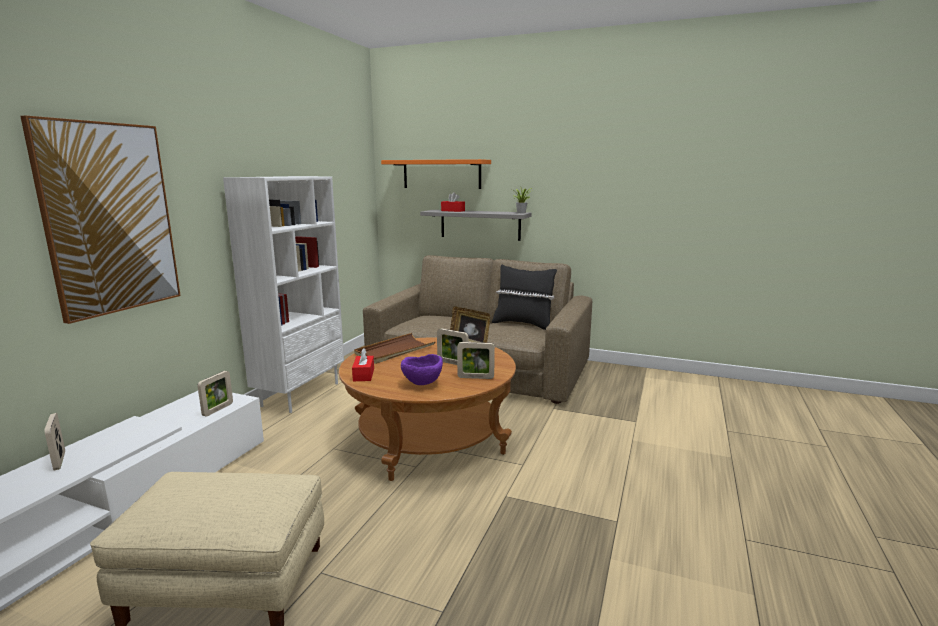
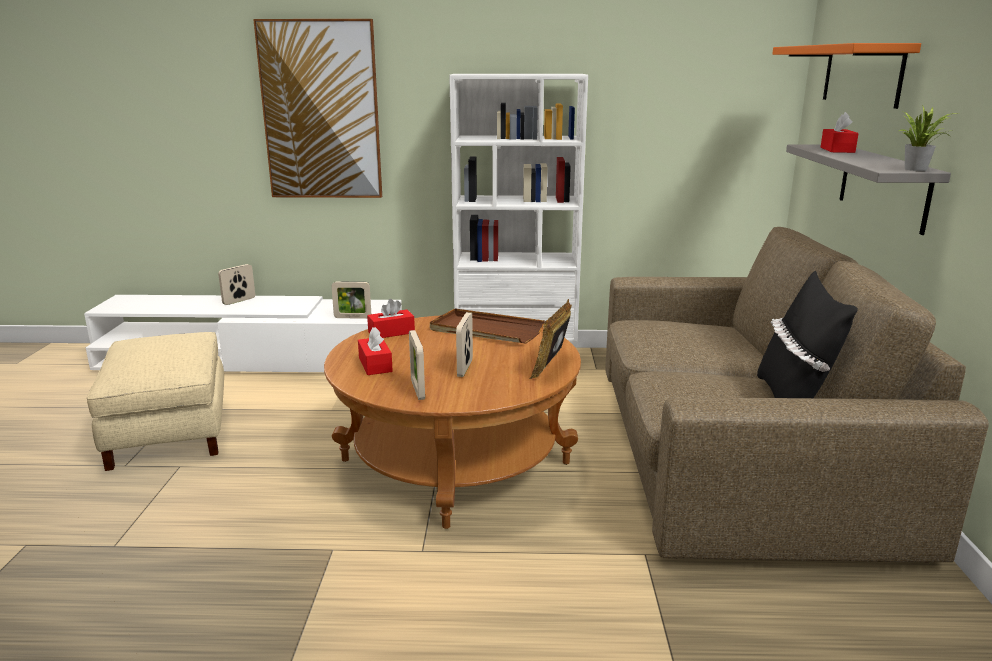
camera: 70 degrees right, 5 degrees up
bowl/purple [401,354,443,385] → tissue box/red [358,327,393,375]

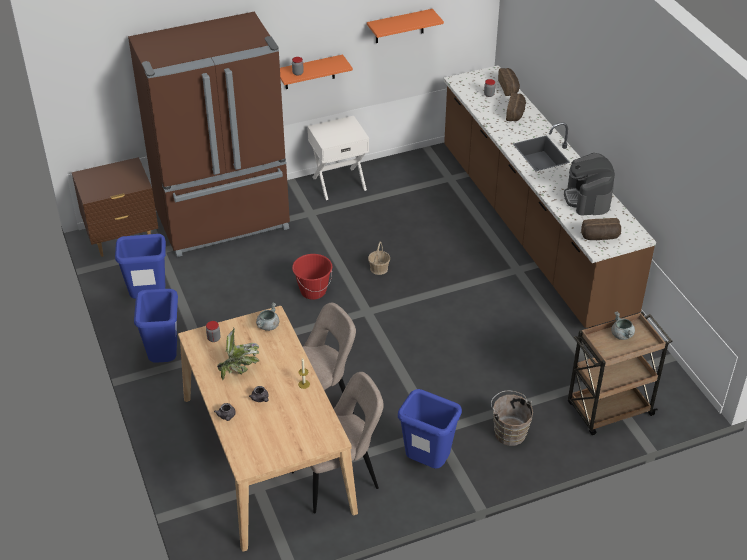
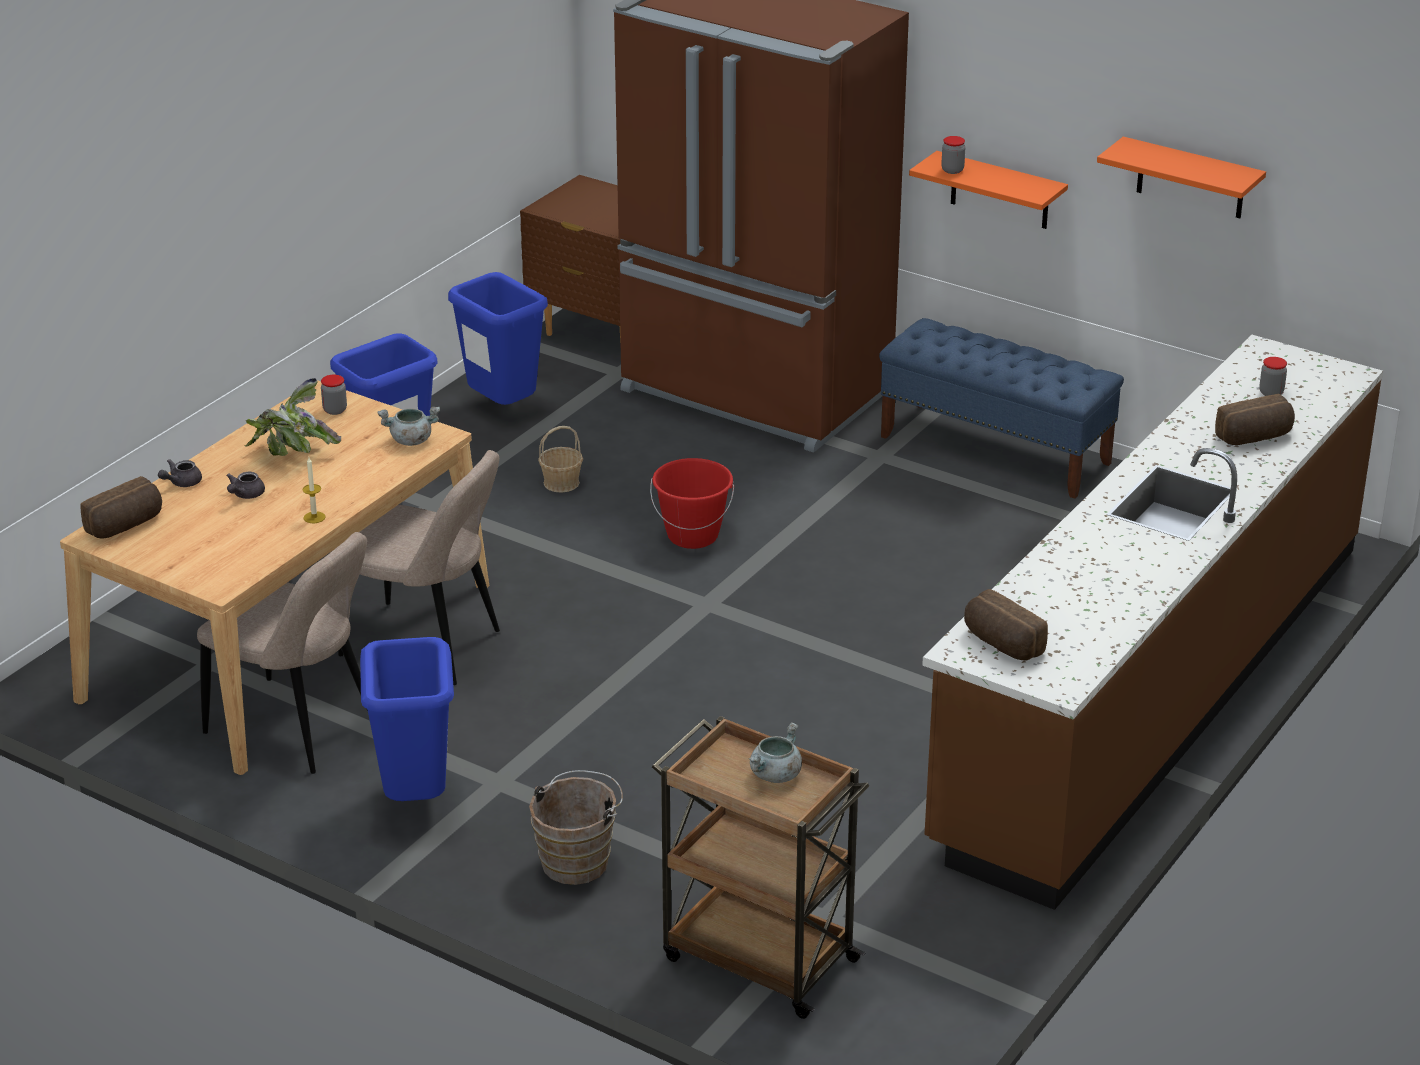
camera: 55 degrees right, 10 degrees down
bread [498,68,520,96] → bread [81,476,162,539], move
basket [368,242,390,275] → basket [538,426,583,493], move
nightstand/white [307,116,369,200] → bench/blue [879,318,1124,499]
coffee machine [564,153,615,216] → -

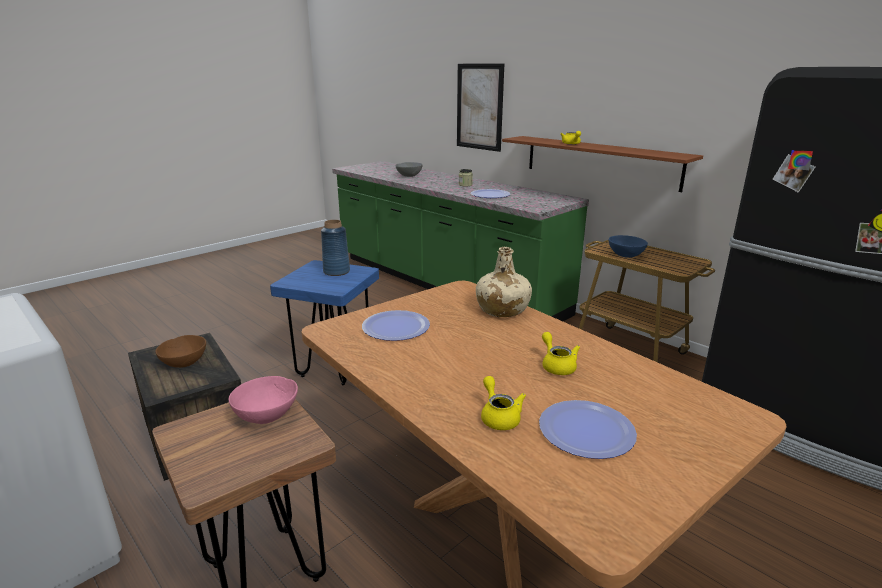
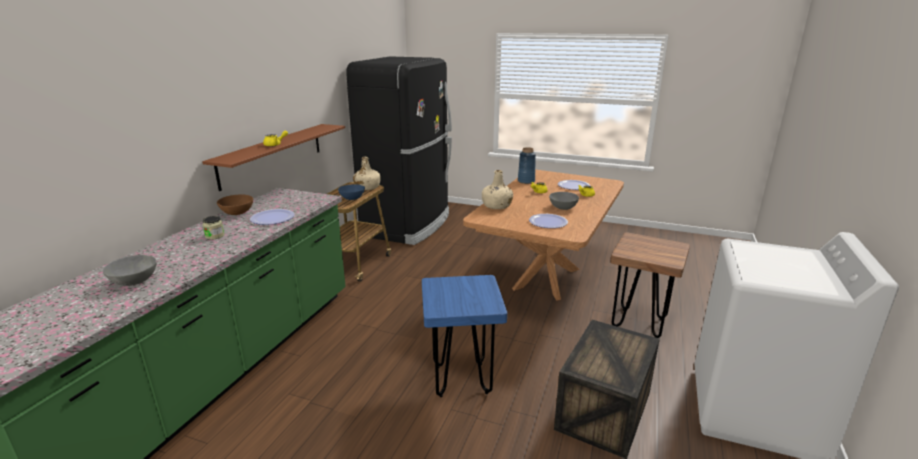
camera: 115 degrees left, 0 degrees up
bowl/brown [156,335,206,368] → bowl/brown [217,194,253,215], move
- → bottle/beige [353,157,381,190]
vase/blue [321,220,350,276] → vase/blue [518,147,536,184], move
- → bowl/grey [549,192,579,210]
bowl/pink [229,376,298,424] → -
picture [457,64,504,152] → -

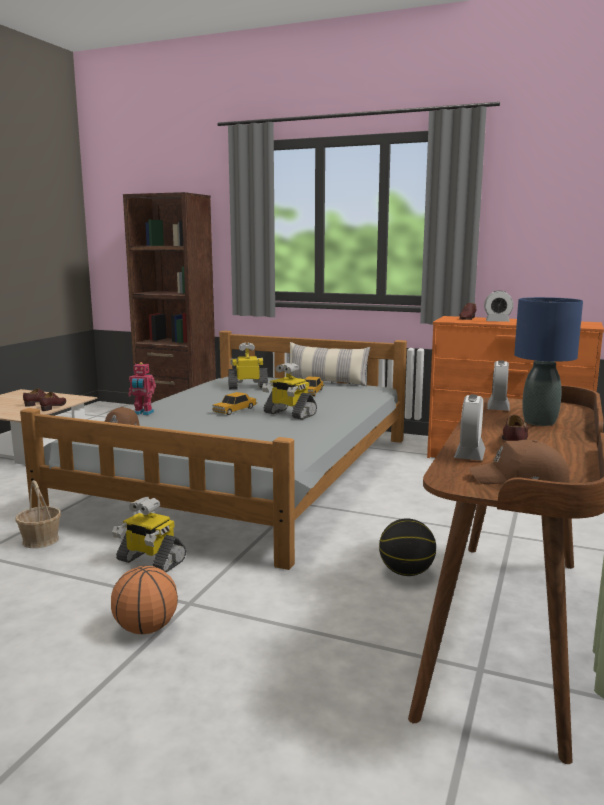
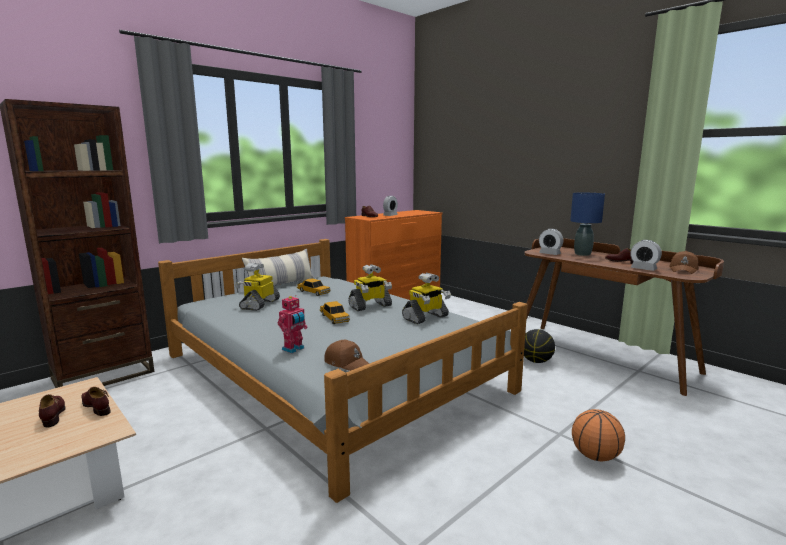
camera: 65 degrees left, 0 degrees up
toy robot [112,497,186,572] → toy robot [402,273,451,324], move
basket [15,480,61,548] → -

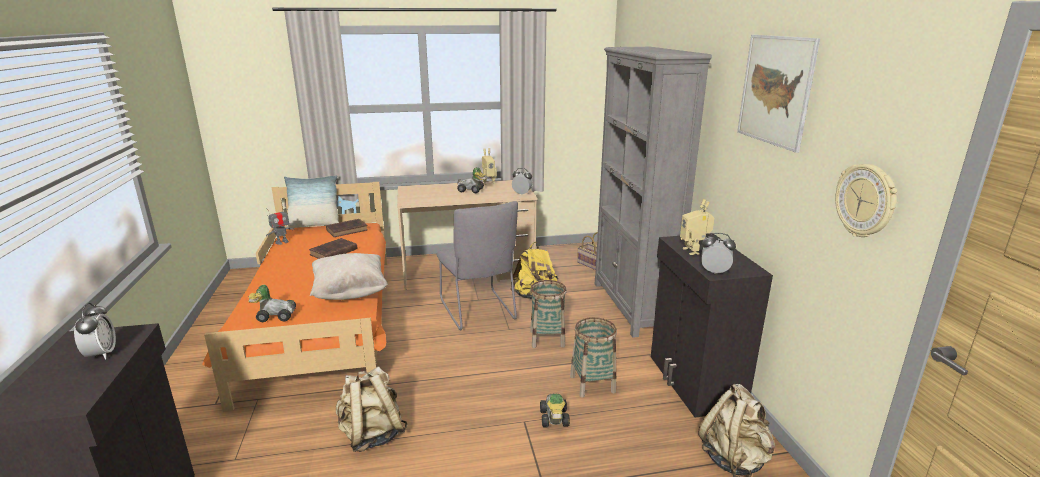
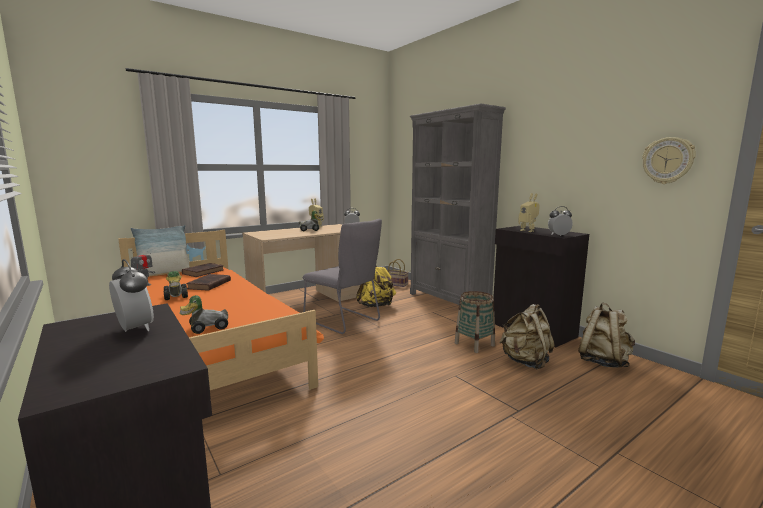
camera: 25 degrees left, 10 degrees down
toy car [540,394,570,428] → toy car [164,271,188,300], move
backpack/beige [336,366,408,452] → backpack/beige [499,304,555,370], move
pillow/beige [310,253,388,300] → -
basket [530,280,567,348] → -
picture [737,35,820,153] → -

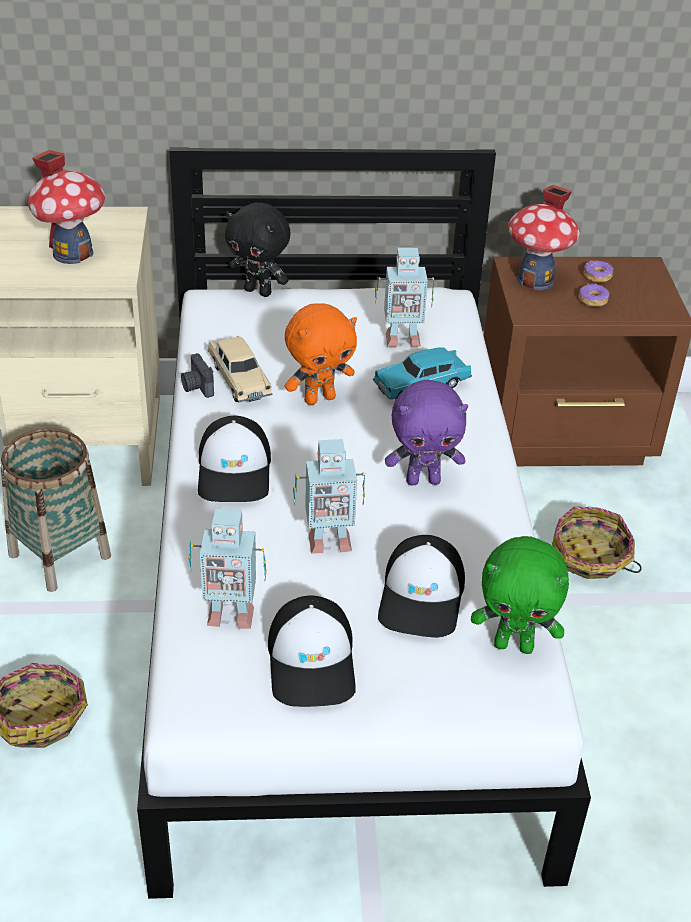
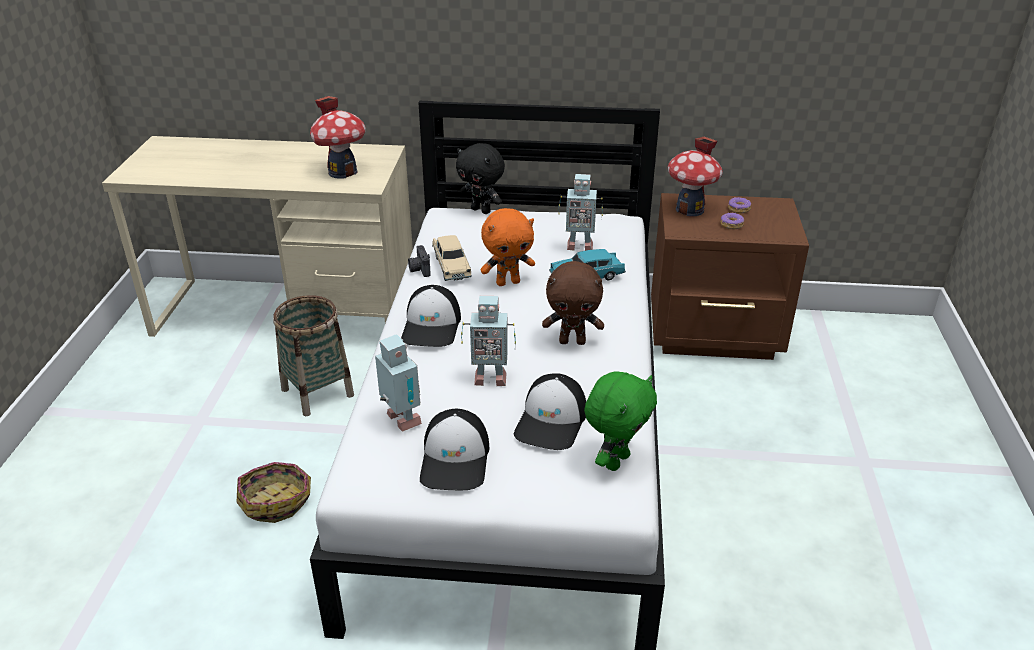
camera: 10 degrees right, 5 degrees down
toy robot [189,509,267,629] → toy robot [375,334,422,432], 135 degrees counterclockwise
plush toy/purple [385,380,468,485] → plush toy/brown [542,261,604,345]
plush toy/green [471,536,569,654] → plush toy/green [584,372,657,471], 75 degrees counterclockwise
basket [552,506,642,579] → -

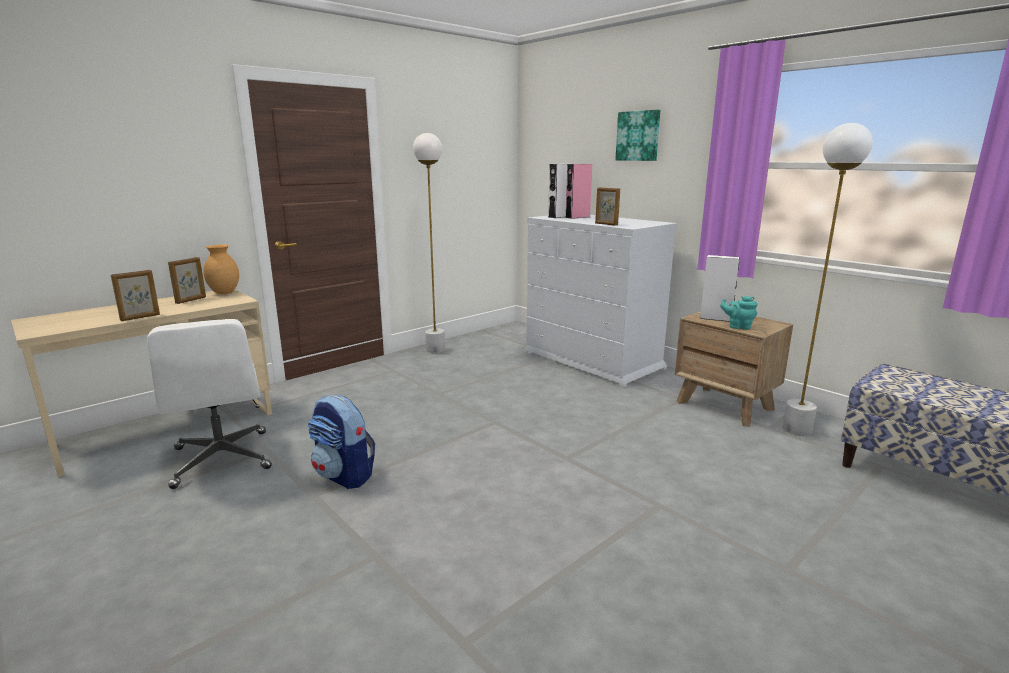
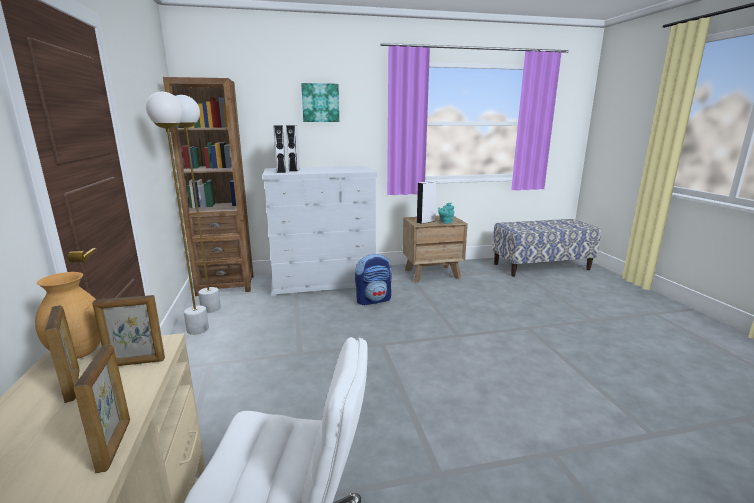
camera: 60 degrees left, 0 degrees up
picture frame [595,187,620,226] → picture frame [92,295,165,366], move
- → bookcase/brown [163,77,253,296]
floor lamp/white [782,123,873,436] → floor lamp/white [175,95,221,313], move
speaker/pink [566,164,592,219] → speaker/white [286,125,300,172]
backpack [308,395,375,489] → backpack [355,253,391,305], move

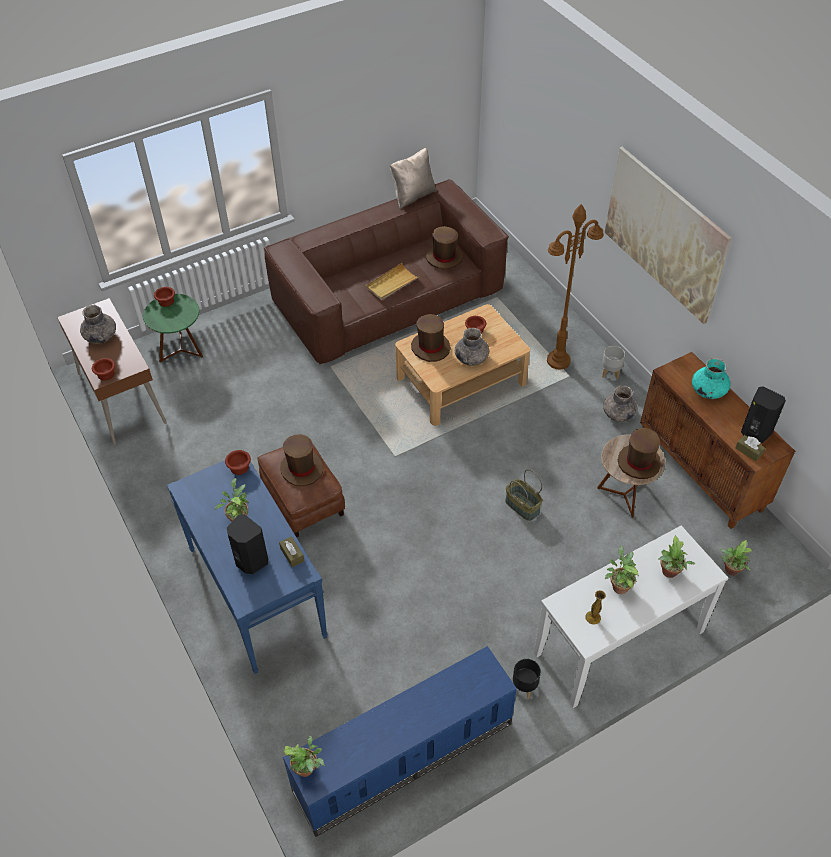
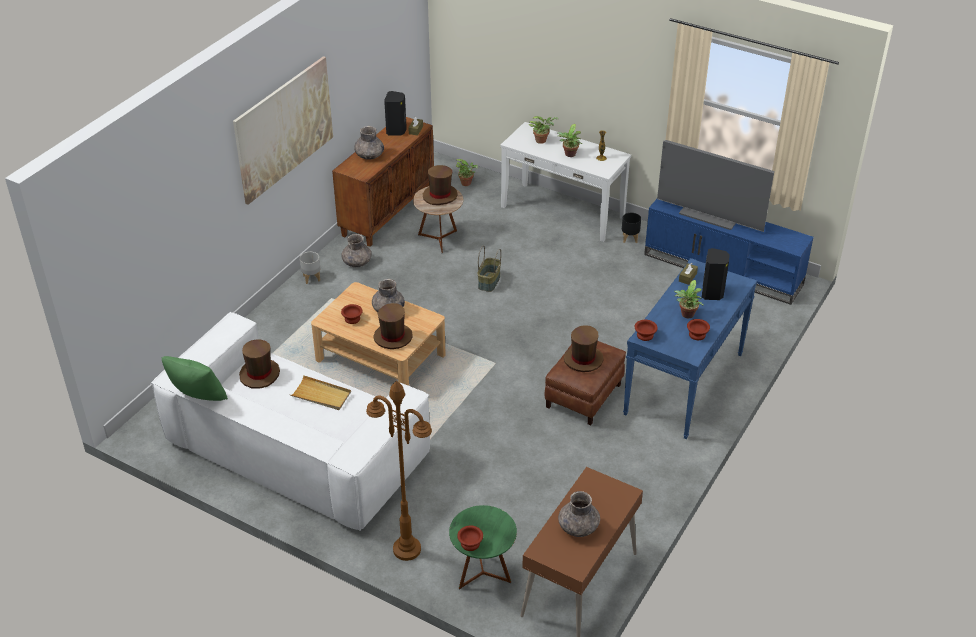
camera: 120 degrees left, 10 degrees down
sofa/brown [264,179,509,364] → sofa/white [151,312,430,531]
pillow/beige [390,148,437,209] → pillow/green [162,356,228,401]
vase/turquoise [692,358,730,399] → vase/grey [354,126,384,160]
floor lamp/brown [547,204,603,369] → floor lamp/brown [366,381,432,561], move
- → television [657,140,774,232]
bowl/brown [92,358,115,380] → bowl/brown [687,319,710,340], move
potted plant [283,736,325,777] → -

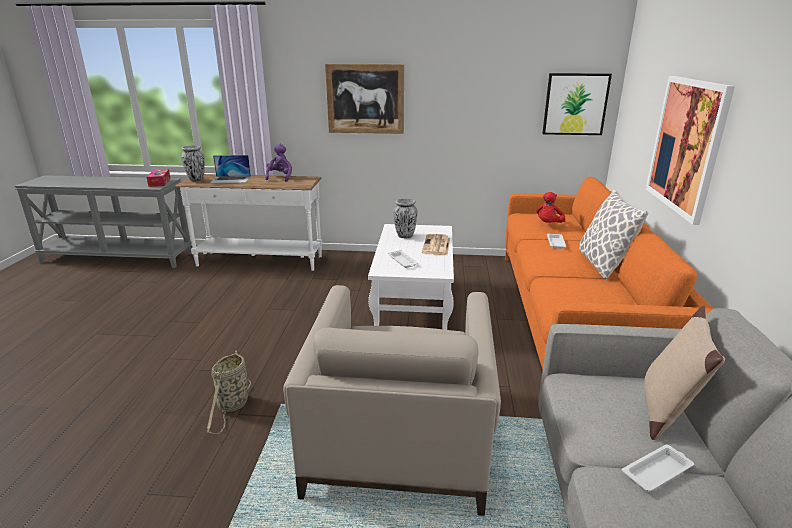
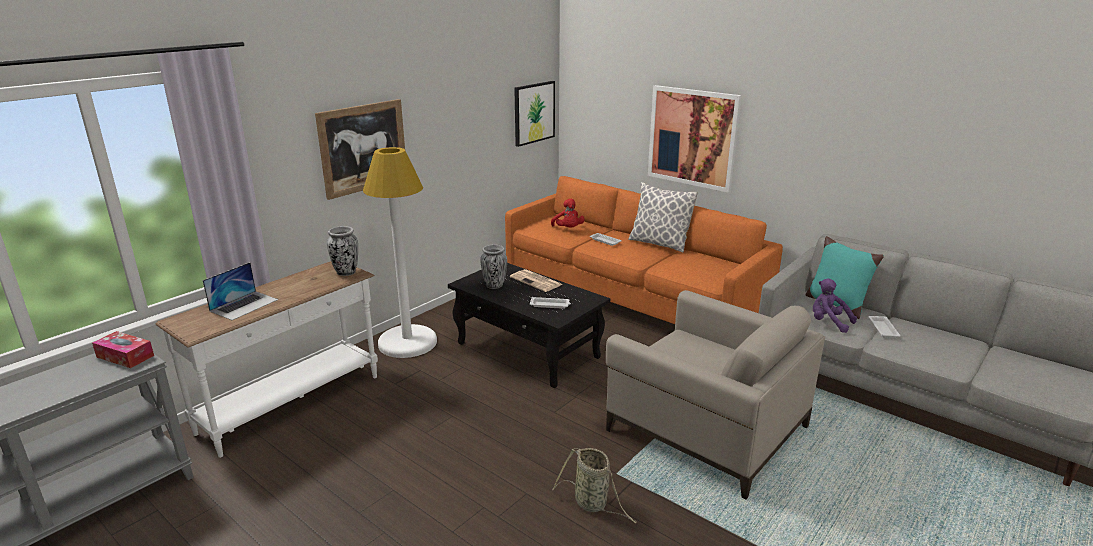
camera: 55 degrees left, 0 degrees up
vase [181,145,205,182] → vase [327,226,358,276], move
- → floor lamp/white [363,147,437,358]
coffee table/white [368,224,454,330] → coffee table/black [448,263,610,388]
pillow/beige [644,306,725,440] → pillow/turquoise [806,236,884,319]
plush toy/purple [265,144,292,182] → plush toy/purple [813,278,857,333], move

